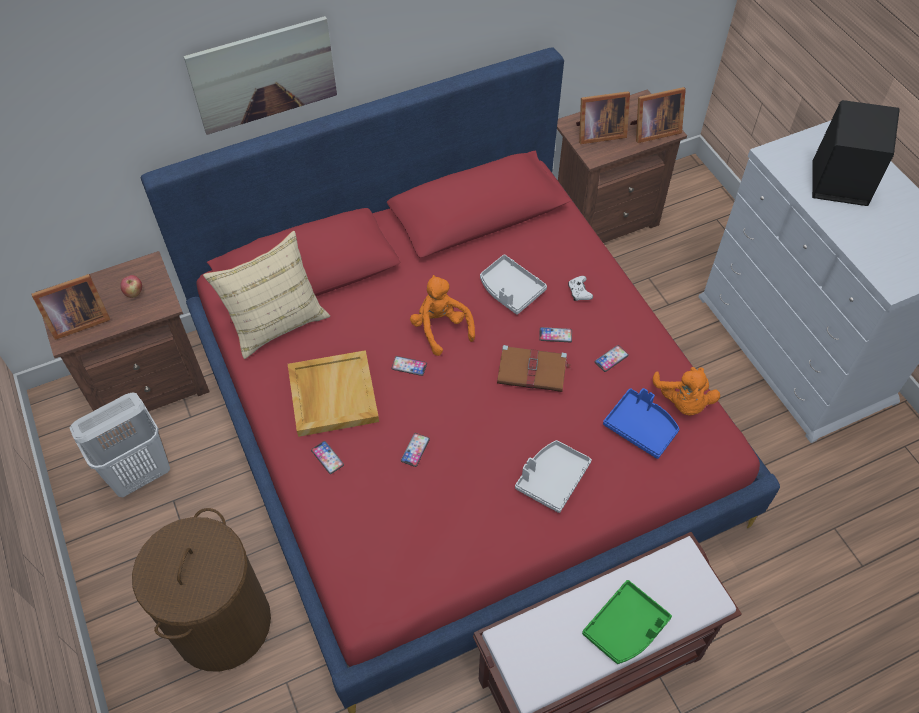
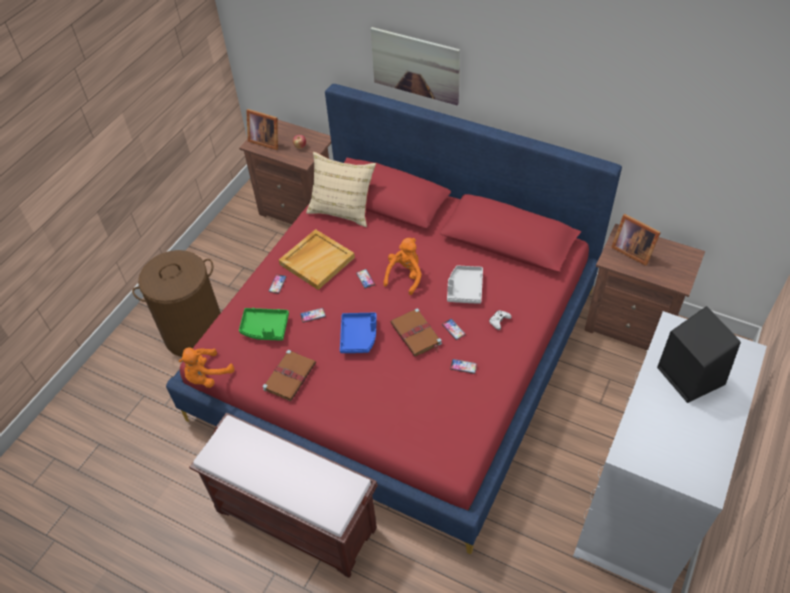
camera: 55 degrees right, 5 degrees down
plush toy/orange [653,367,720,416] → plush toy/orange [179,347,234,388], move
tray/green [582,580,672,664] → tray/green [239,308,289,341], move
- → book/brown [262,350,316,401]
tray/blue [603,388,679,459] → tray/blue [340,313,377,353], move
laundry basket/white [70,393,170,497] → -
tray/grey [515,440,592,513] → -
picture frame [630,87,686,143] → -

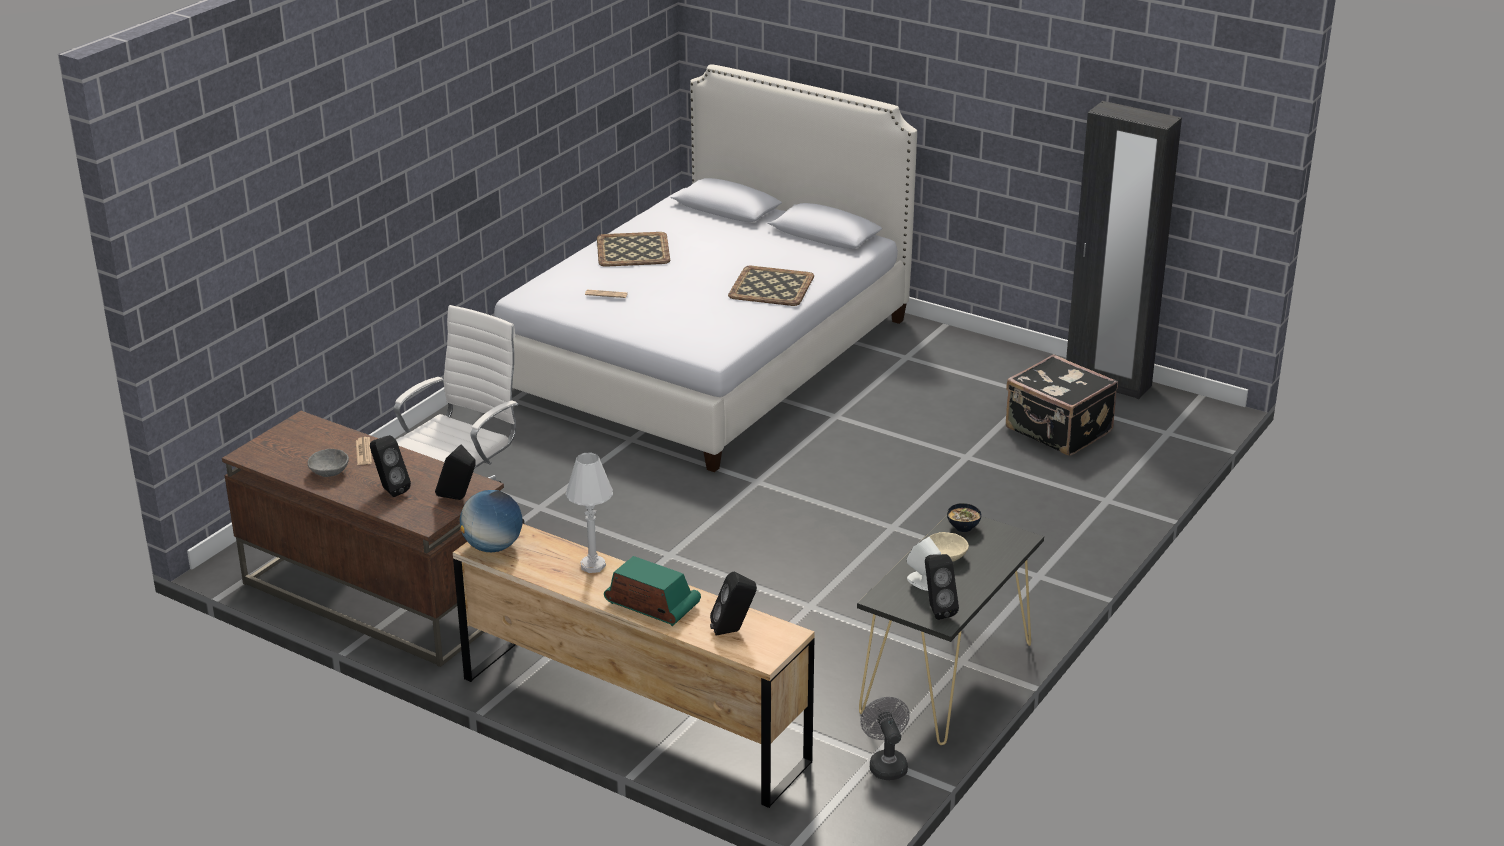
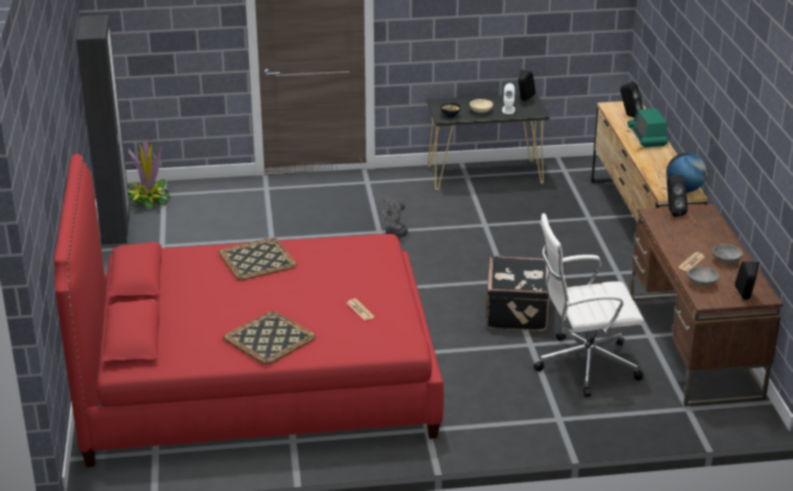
camera: 130 degrees left, 0 degrees up
bed/white [494,64,917,472] → bed/red [54,154,444,467]
- → potted plant [128,137,171,211]
fan/grey [860,697,910,780] → fan/grey [378,199,408,238], move
suitcase/black [1006,354,1118,456] → suitcase/black [486,256,551,331], move
- → bowl/grey [687,267,719,286]
speaker/black [370,435,411,497] → speaker/black [735,261,759,300], move
table lamp/white [566,452,613,573] → -

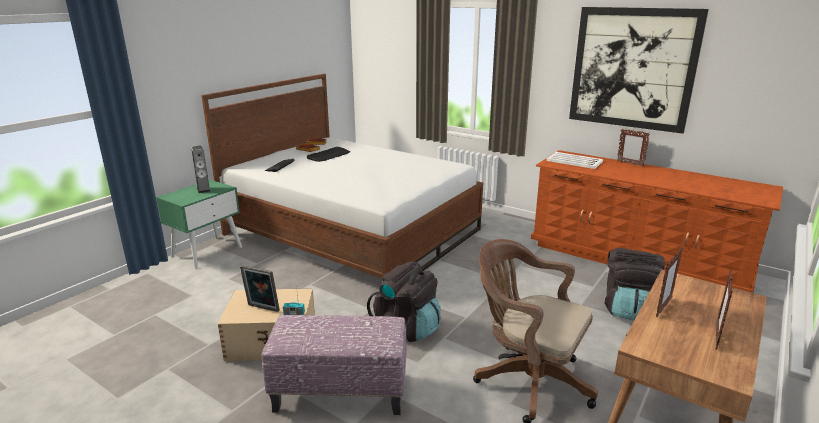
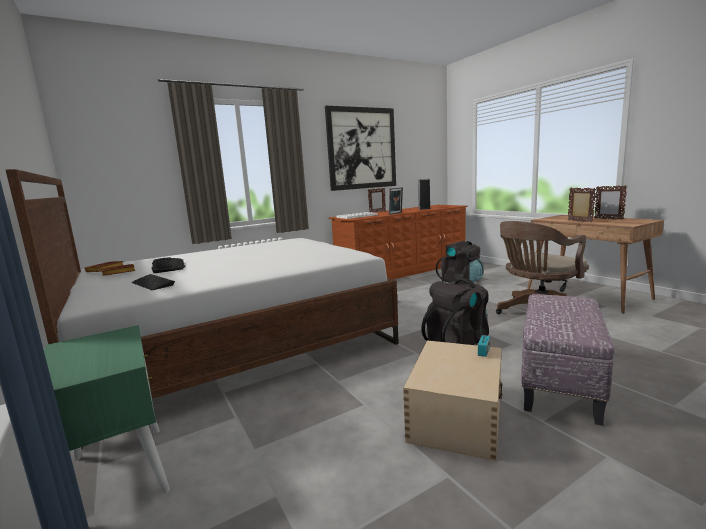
camera: 65 degrees left, 10 degrees down
picture frame [240,265,280,312] → picture frame [389,187,403,215], move
speaker [191,146,211,193] → speaker [418,179,431,210], move

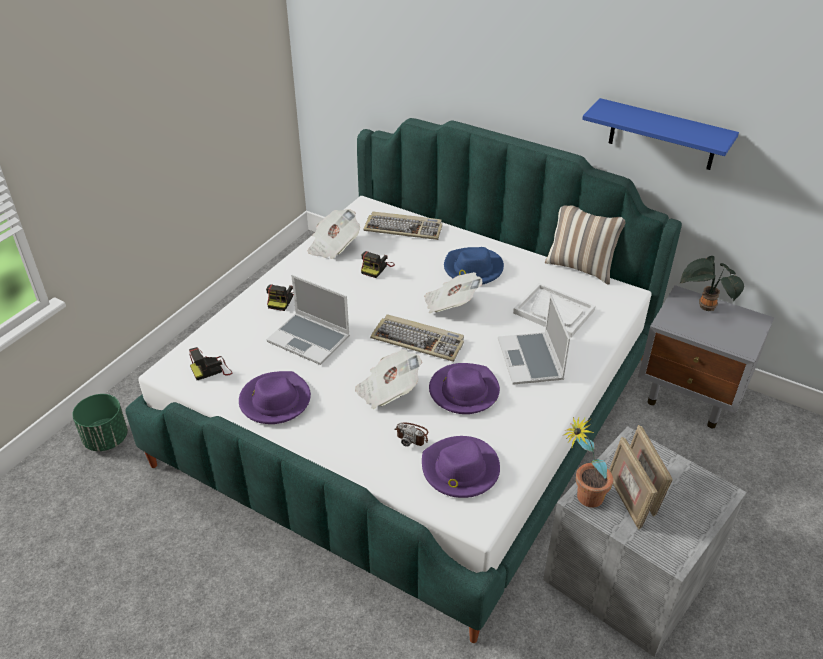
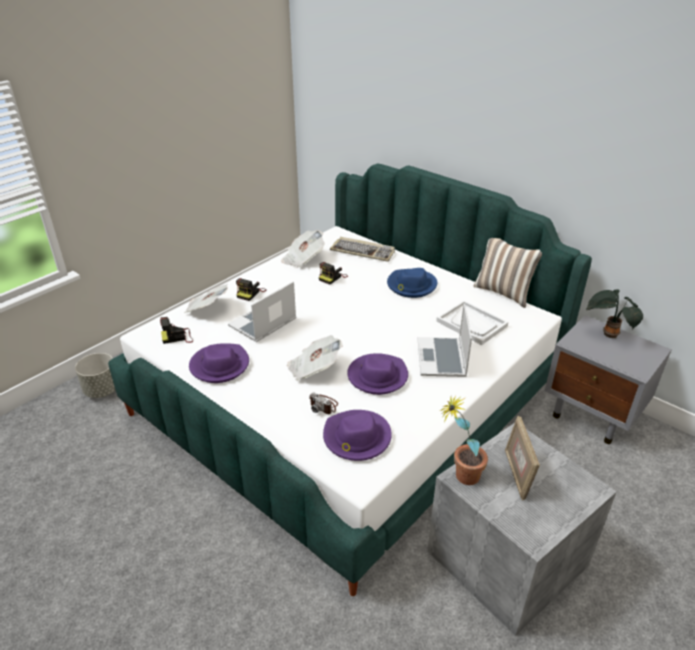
camera: 10 degrees right, 5 degrees down
planter/green [72,394,128,451] → planter/grey [75,353,115,398]
newspaper [424,272,483,313] → newspaper [184,284,228,313], move
laptop [266,275,350,365] → laptop [228,281,296,342], 90 degrees clockwise
keyboard [370,314,464,362] → -
shelf/blue [582,98,739,170] → -
picture frame [609,437,658,530] → -

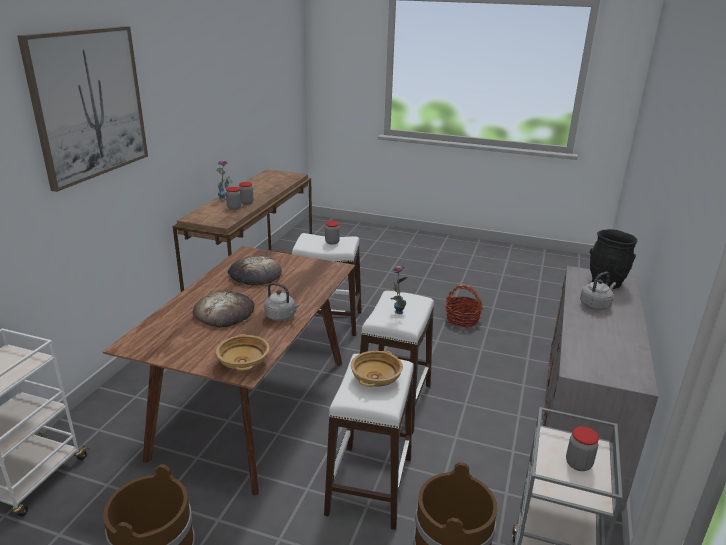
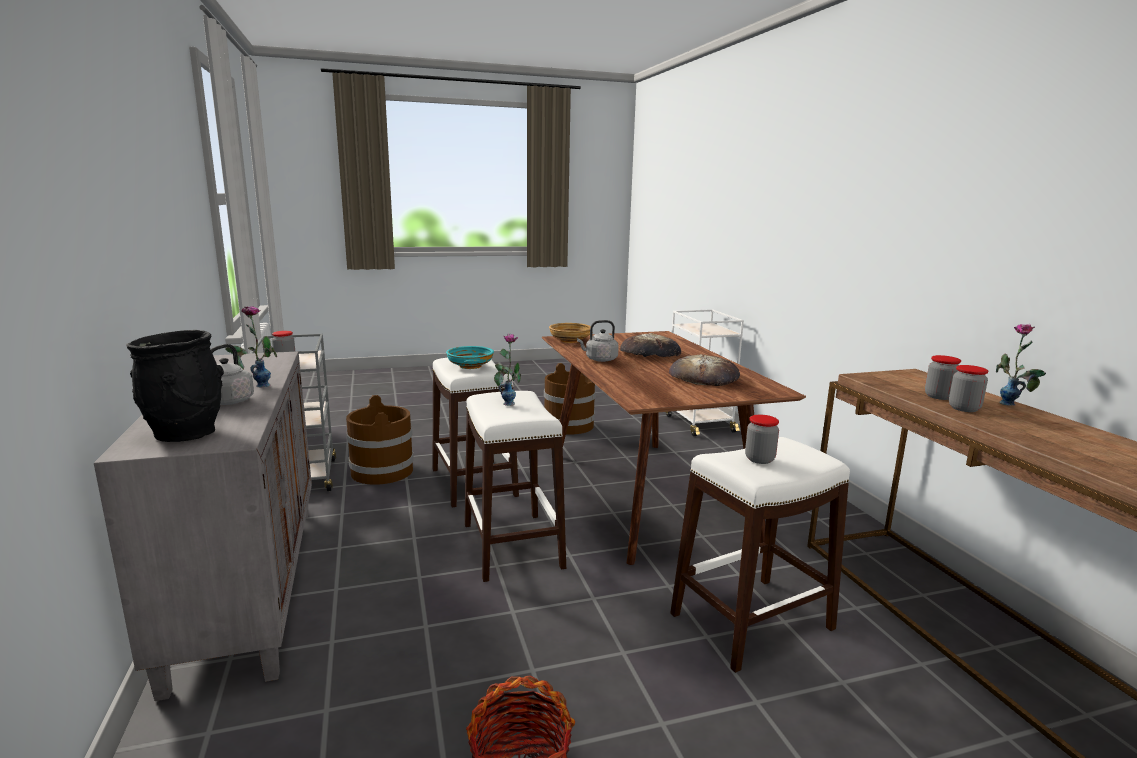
camera: 145 degrees right, 10 degrees down
- → vase [225,306,277,388]
bowl/beige [351,351,403,387] → bowl/turquoise [446,346,494,369]
picture [17,26,148,192] → -

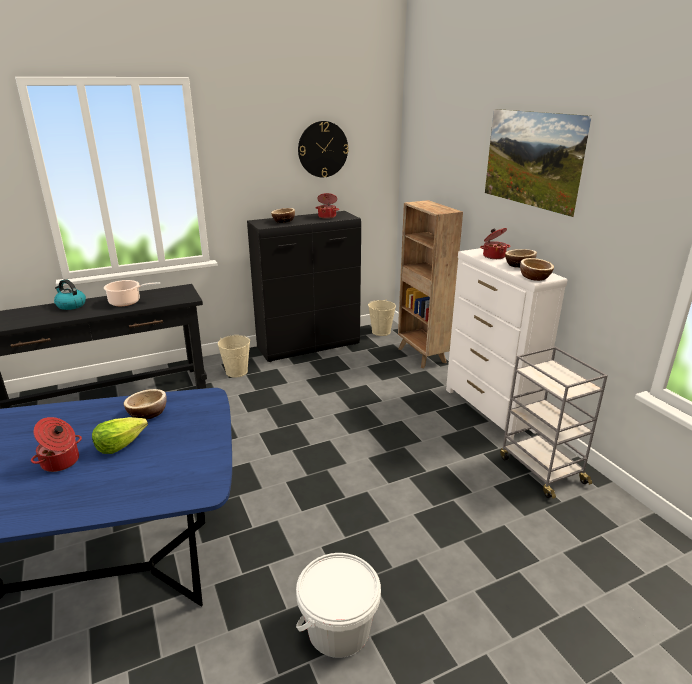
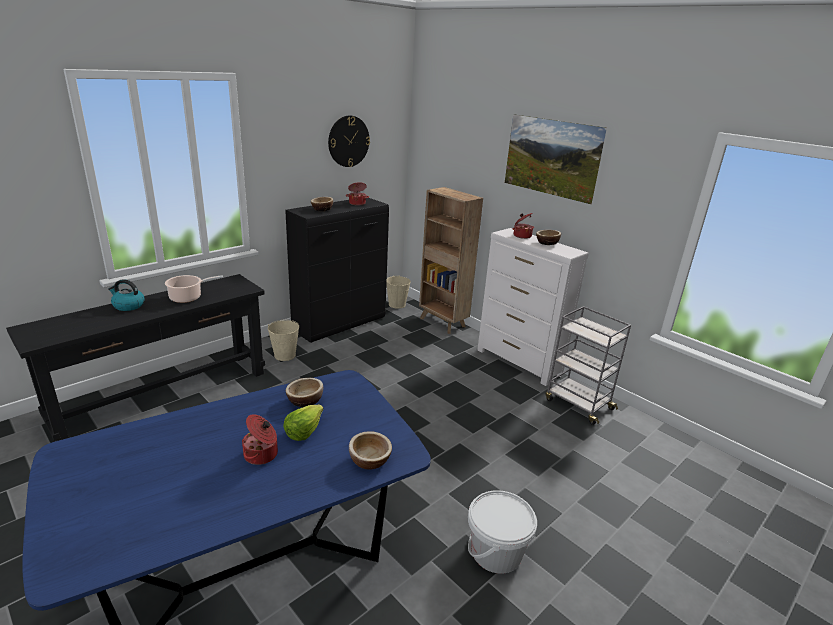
camera: 20 degrees left, 0 degrees up
bowl [520,258,554,281] → bowl [349,431,392,470], move

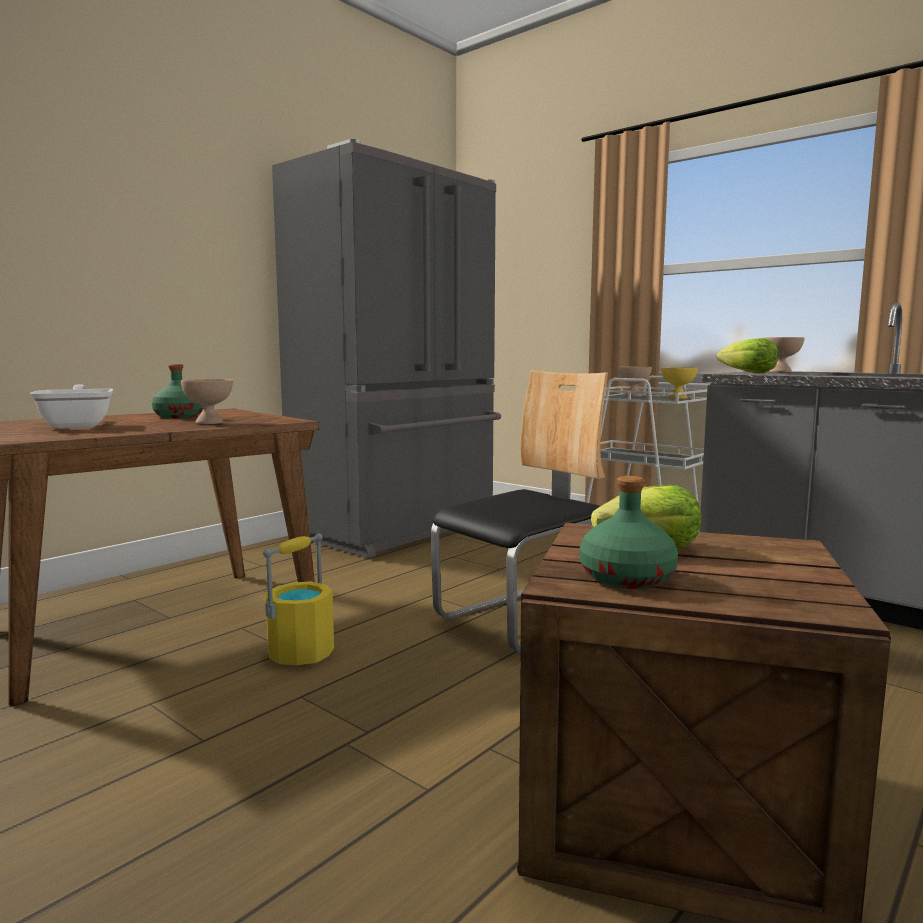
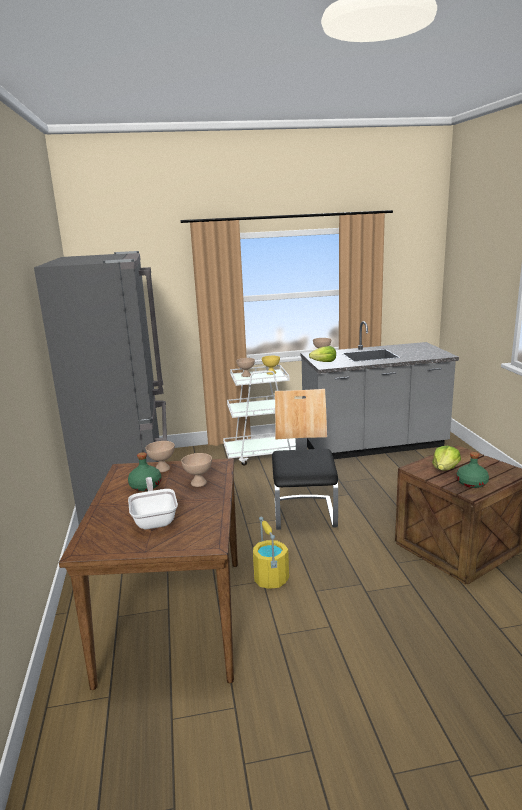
camera: 50 degrees left, 10 degrees up
frying pan [30,384,113,429] → frying pan [128,477,178,530], 60 degrees clockwise
- → bowl/beige [146,441,175,472]

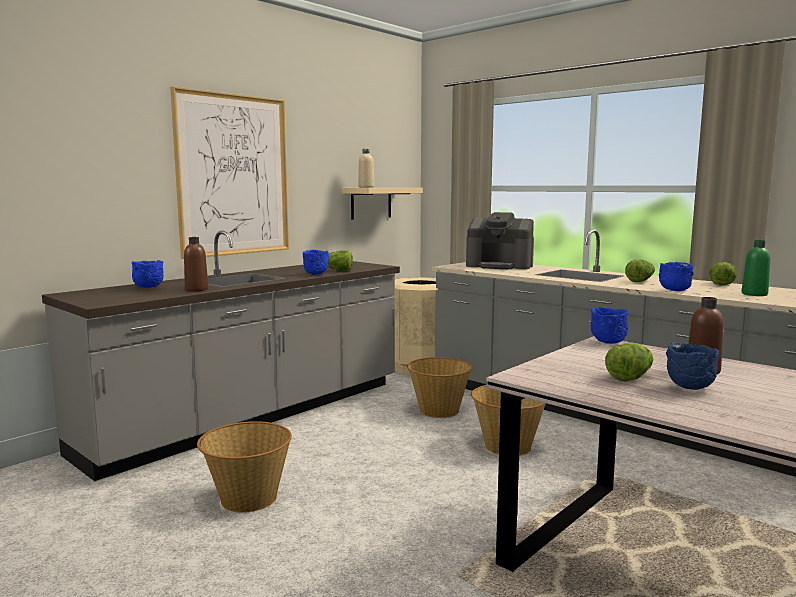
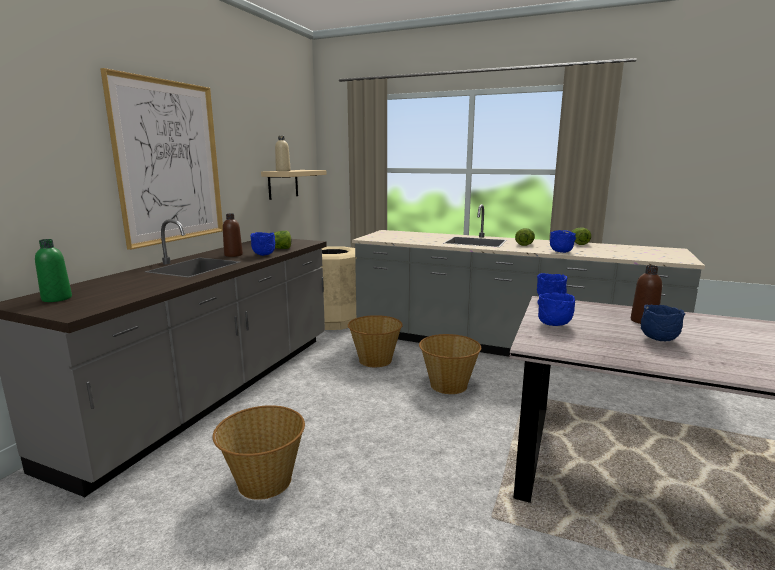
camera: 20 degrees left, 5 degrees up
bottle/green [741,240,770,296] → bottle/green [35,239,72,302], move
bottle/brown [184,237,209,291] → bottle/brown [223,214,243,257], move
bowl/blue [132,260,164,288] → bowl/blue [537,292,575,326], move
coffee machine [466,212,534,269] → -
lettuce [605,343,653,382] → -

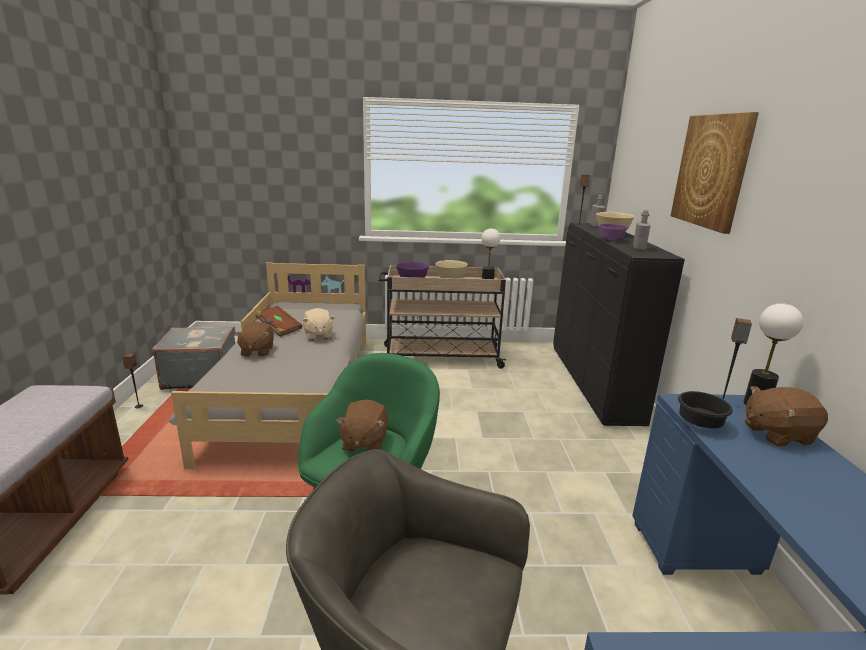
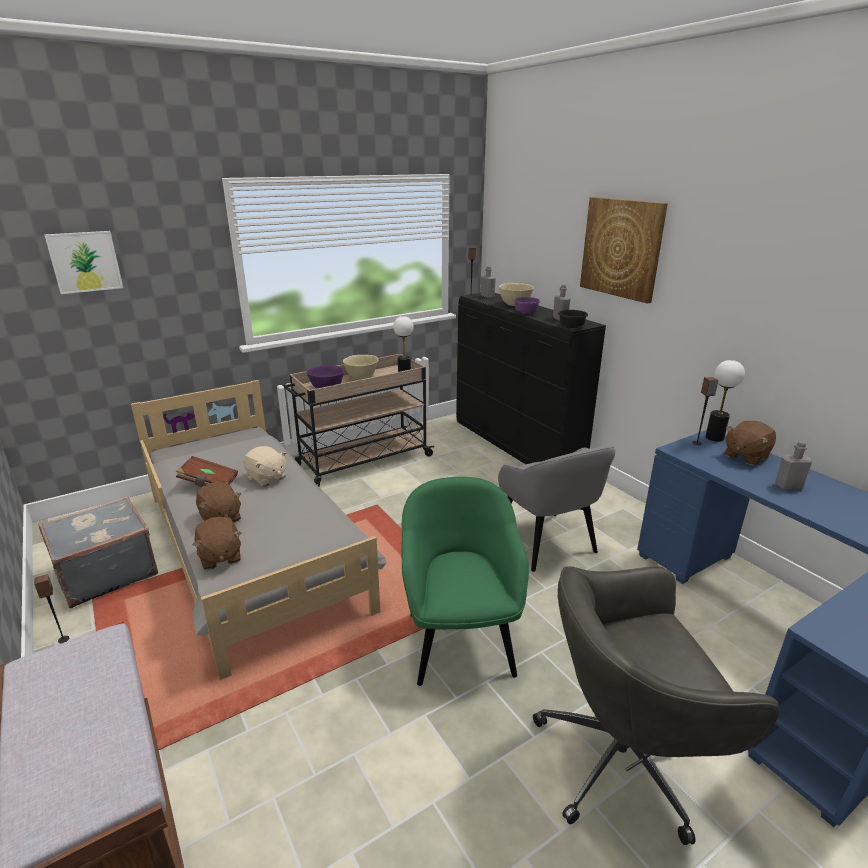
camera: 30 degrees left, 5 degrees up
- → picture [44,231,123,294]
plush toy/brown [336,400,388,452] → plush toy/brown [193,517,242,570], move
- → armchair/grey [498,446,615,572]
bowl/black [678,391,733,428] → bowl/black [558,310,588,328], move
- → bottle/grey [775,441,812,489]

